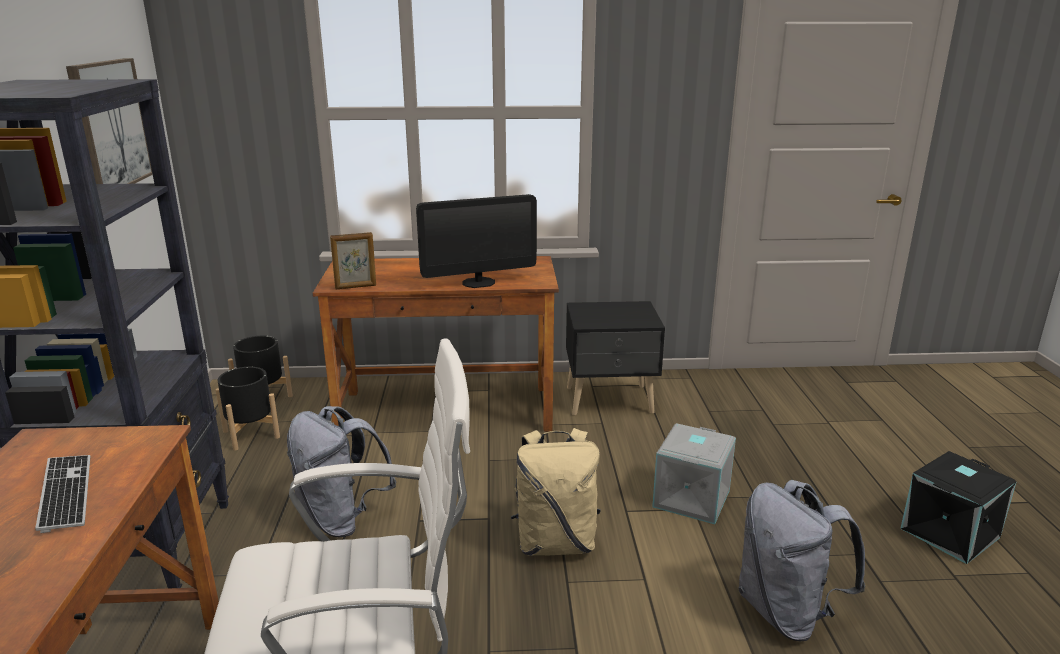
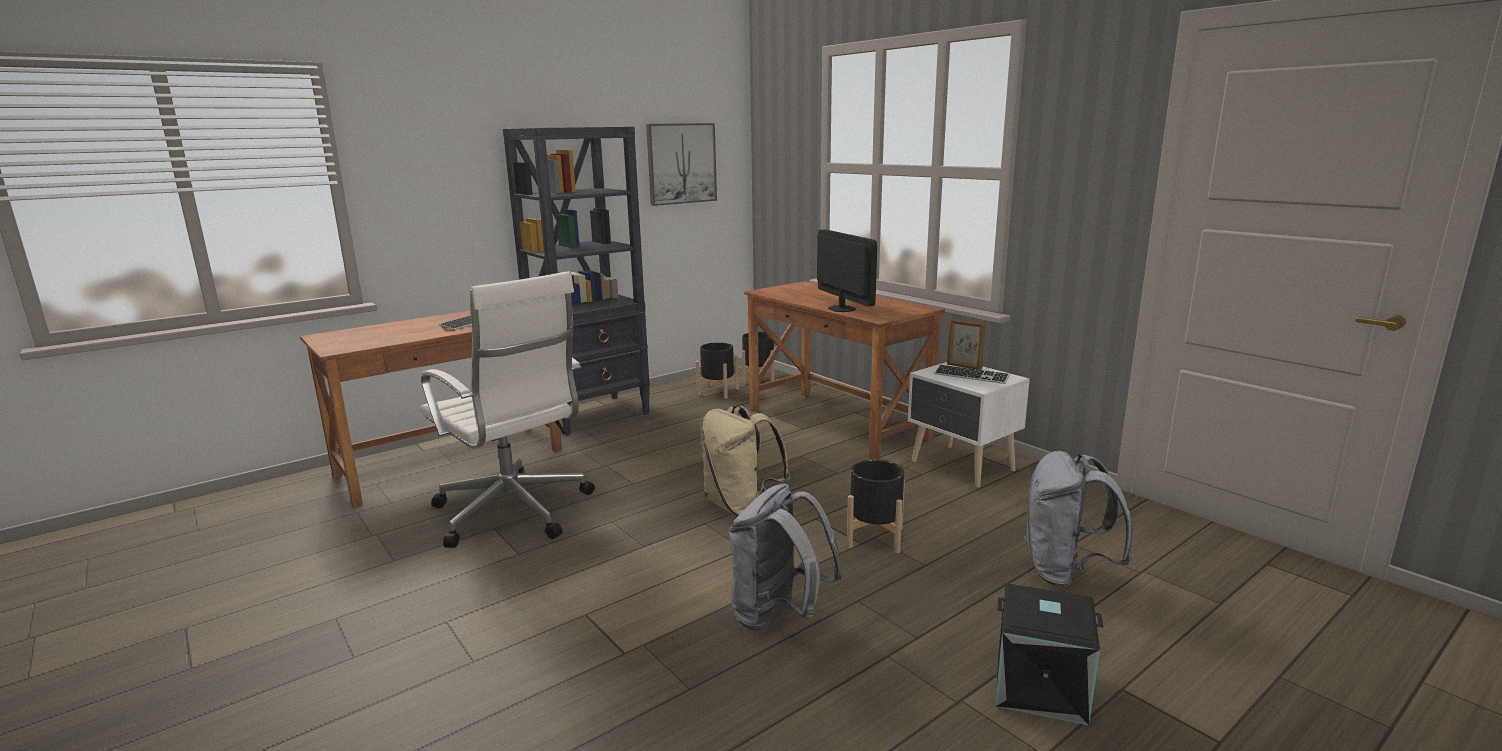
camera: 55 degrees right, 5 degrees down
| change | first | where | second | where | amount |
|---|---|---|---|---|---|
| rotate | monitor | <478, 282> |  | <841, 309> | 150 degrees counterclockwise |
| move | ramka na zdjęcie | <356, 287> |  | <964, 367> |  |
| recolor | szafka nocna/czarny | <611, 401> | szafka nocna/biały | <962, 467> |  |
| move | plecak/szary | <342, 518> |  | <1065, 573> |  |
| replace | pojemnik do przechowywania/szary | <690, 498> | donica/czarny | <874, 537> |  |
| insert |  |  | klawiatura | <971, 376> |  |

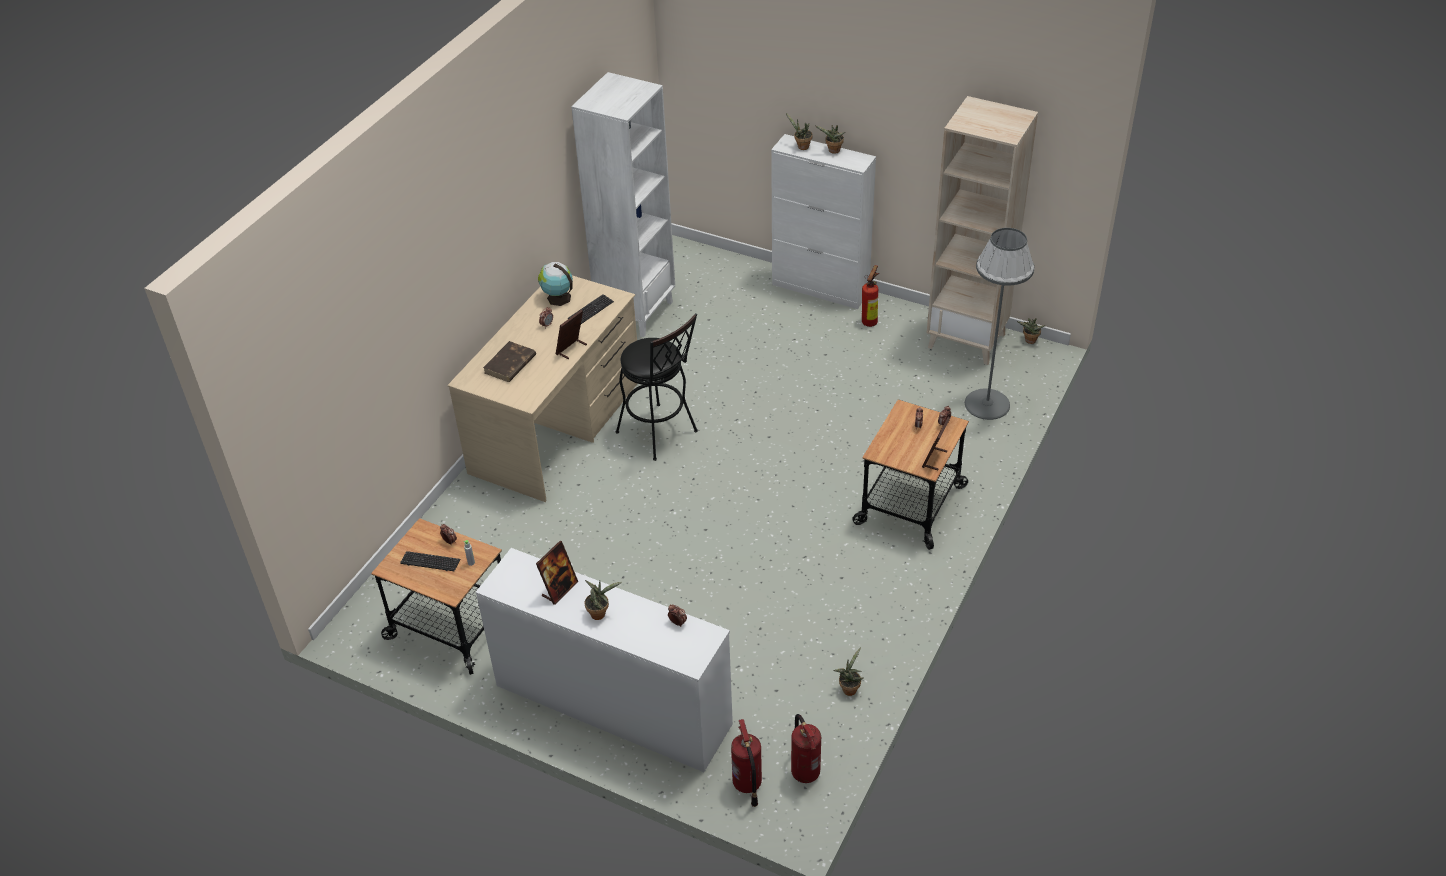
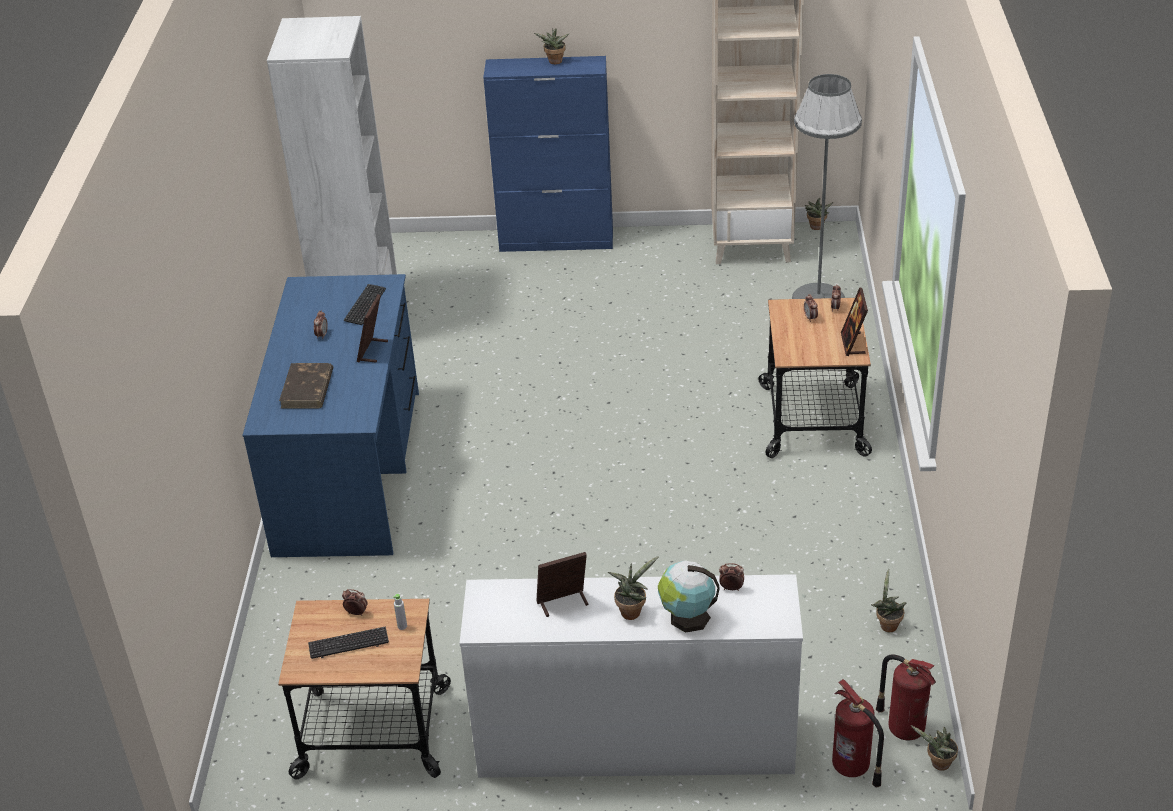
camera: 25 degrees left, 5 degrees down
| change | first | where | second | where | amount |
|---|---|---|---|---|---|
| move | roślina doniczkowa | <801, 147> |  | <938, 764> |  |
| recolor | szafka/biały | <820, 288> | szafka/niebieski | <557, 240> |  |
| move | globus | <557, 298> |  | <687, 617> |  |
| delete | gaśnica | <870, 321> |  |  |  |
| recolor | biurko/beżowy | <557, 427> | biurko/niebieski | <350, 470> |  |
| delete | stołek/czarny | <661, 435> |  |  |  |
| rotate | ramka na zdjęcie | <559, 589> |  | <563, 603> | 120 degrees counterclockwise |

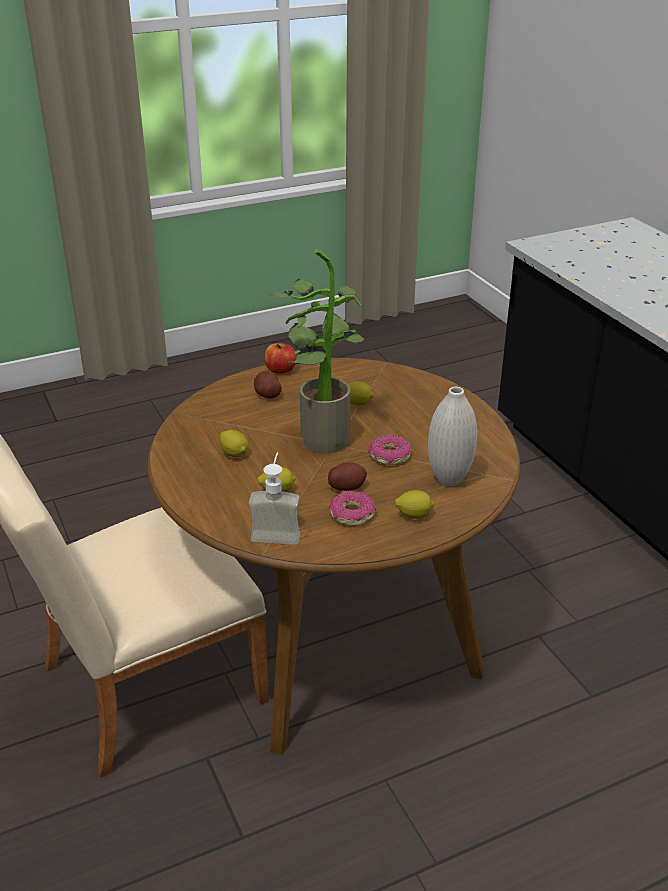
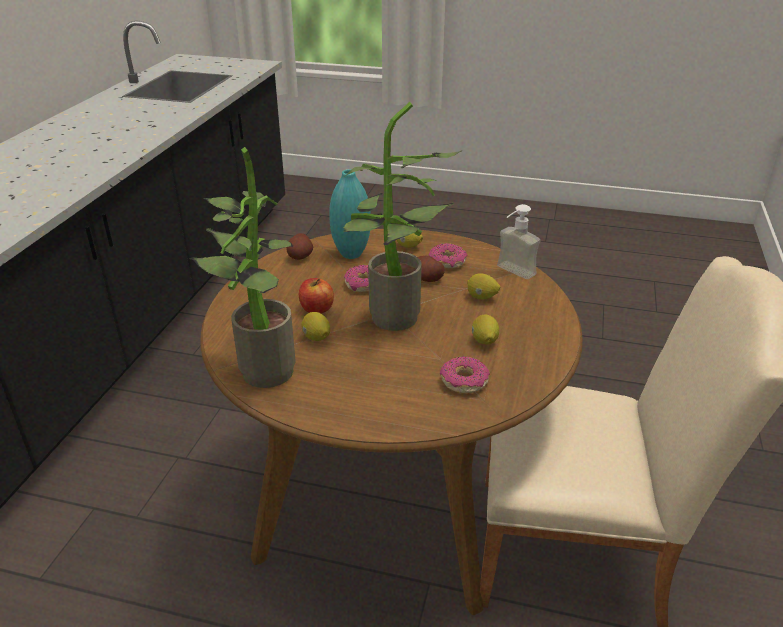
camera: 140 degrees left, 0 degrees up
| change | first | where | second | where | amount |
|---|---|---|---|---|---|
| move | jabłko | <281, 370> |  | <316, 309> |  |
| move | ziemniak | <267, 394> |  | <300, 256> |  |
| recolor | wazon/biały | <449, 479> | wazon/turkusowy | <351, 254> |  |
| insert |  |  | roślina doniczkowa | <259, 370> |  |
| insert |  |  | donut | <464, 381> |  |

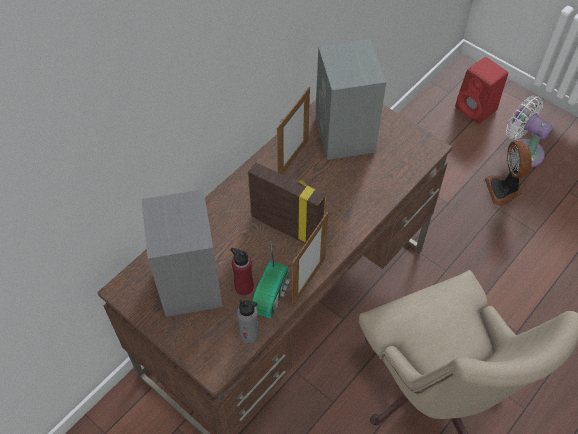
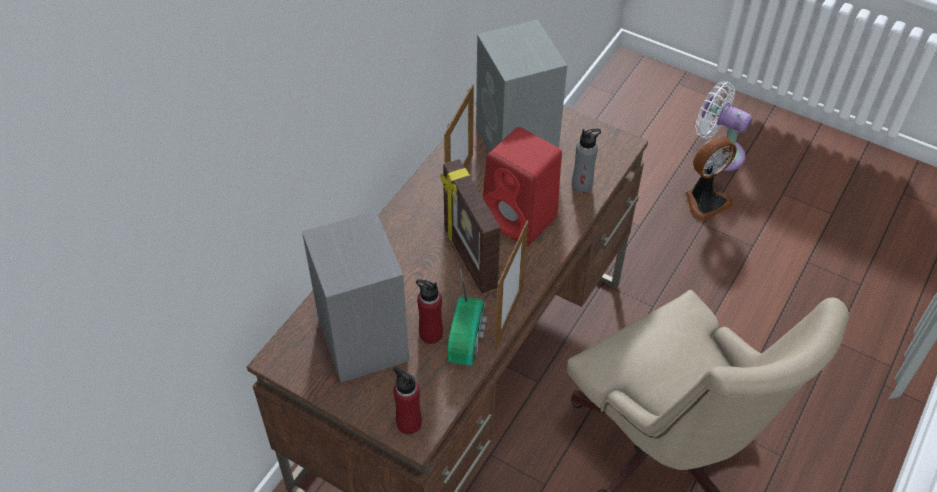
camera: 10 degrees left, 5 degrees down
| change | first | where | second | where | amount |
|---|---|---|---|---|---|
| move | głośnik/czerwony | <477, 109> |  | <522, 219> |  |
| rotate | wentylator | <504, 189> |  | <705, 201> | 105 degrees counterclockwise |
| rotate | ramka na zdjęcie | <287, 227> |  | <468, 258> | 135 degrees counterclockwise |
| move | butelka/szary | <249, 335> |  | <582, 185> |  |
| insert |  |  | butelka/czerwony | <409, 423> |  |

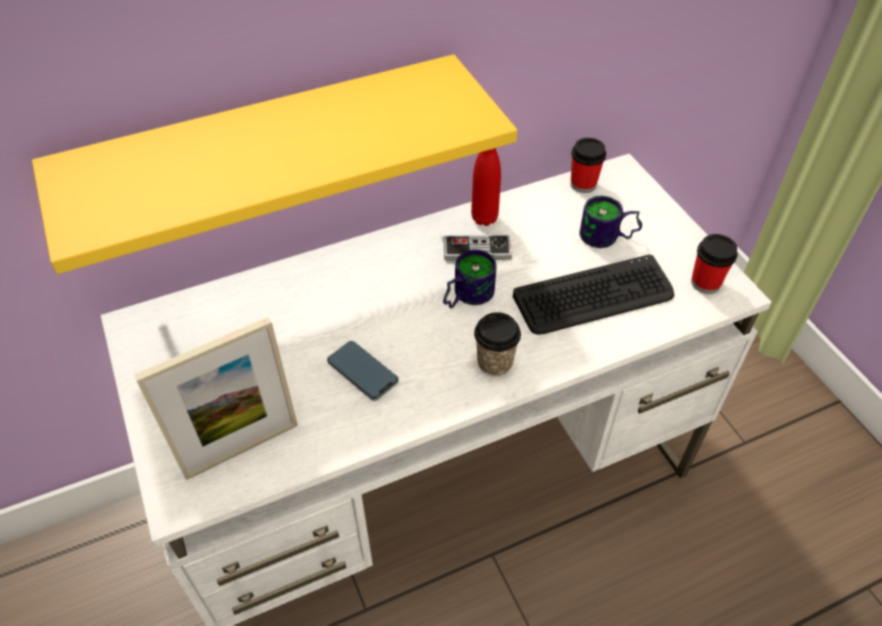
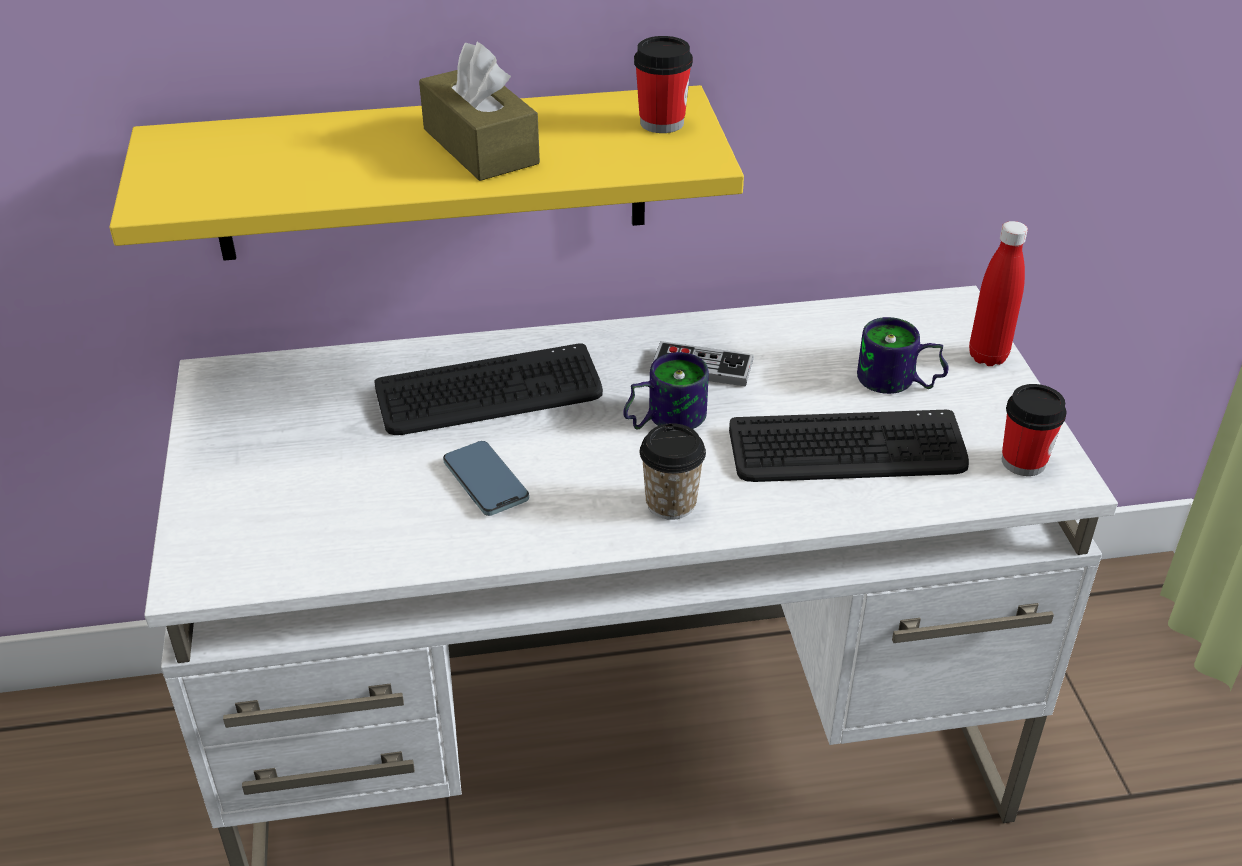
camera: 15 degrees right, 10 degrees down
| change | first | where | second | where | amount |
|---|---|---|---|---|---|
| move | filiżanka | <583, 184> |  | <662, 123> |  |
| move | butelka/czerwony | <484, 218> |  | <987, 356> |  |
| delete | ramka na zdjęcie | <242, 449> |  |  |  |
| insert |  |  | pudełko chusteczek/brązowy | <480, 146> |  |
| insert |  |  | klawiatura | <489, 393> |  |

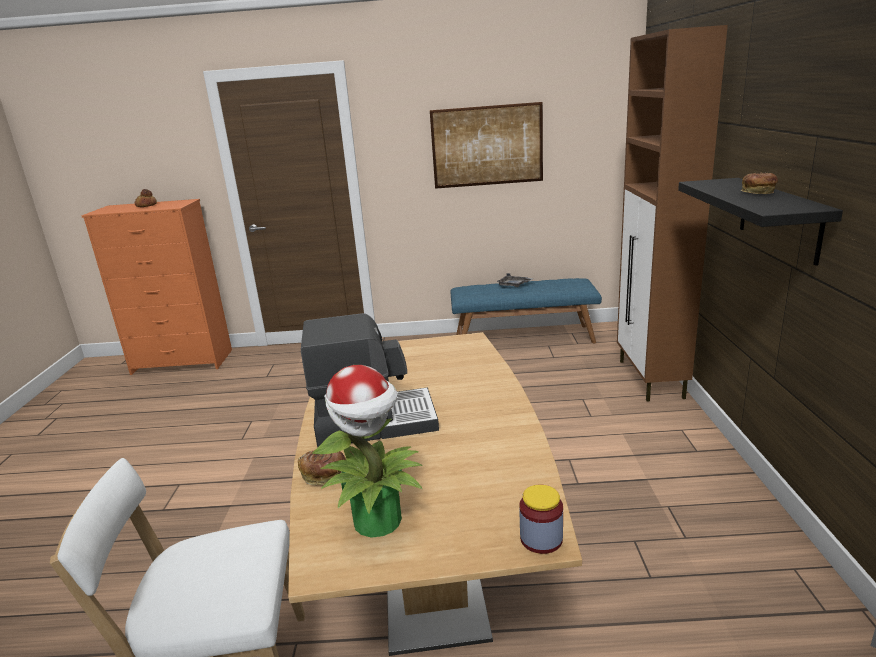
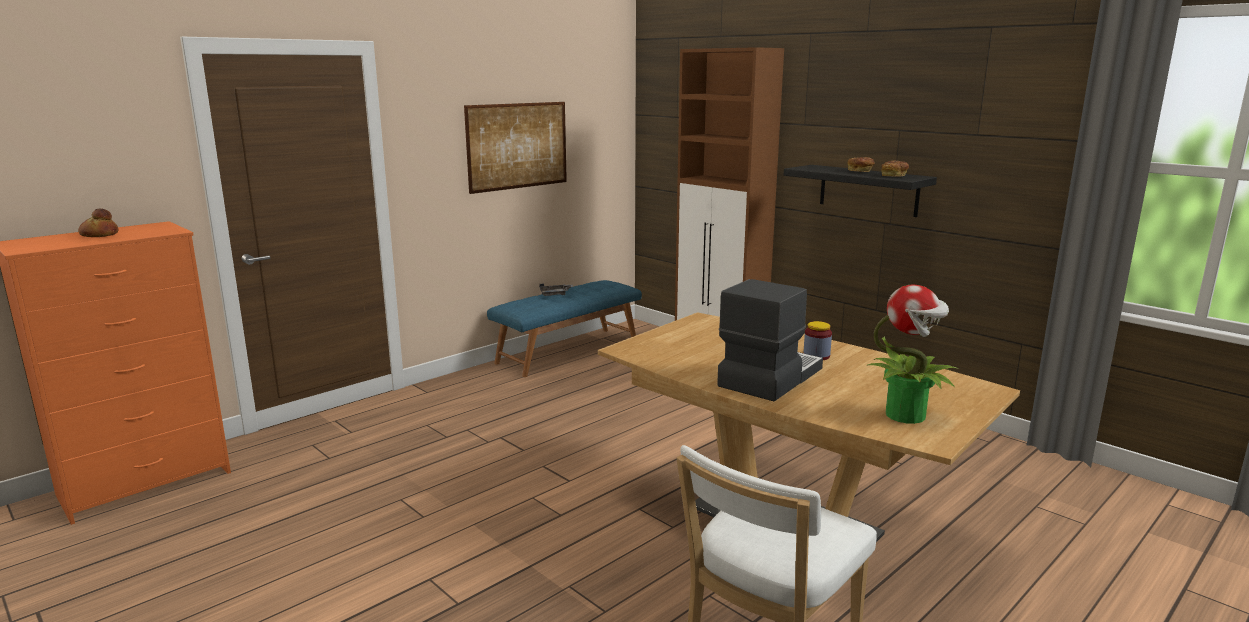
camera: 45 degrees left, 5 degrees down
| change | first | where | second | where | amount |
|---|---|---|---|---|---|
| move | chleb | <324, 475> |  | <894, 176> |  |
| move | słoik | <541, 539> |  | <816, 356> |  |

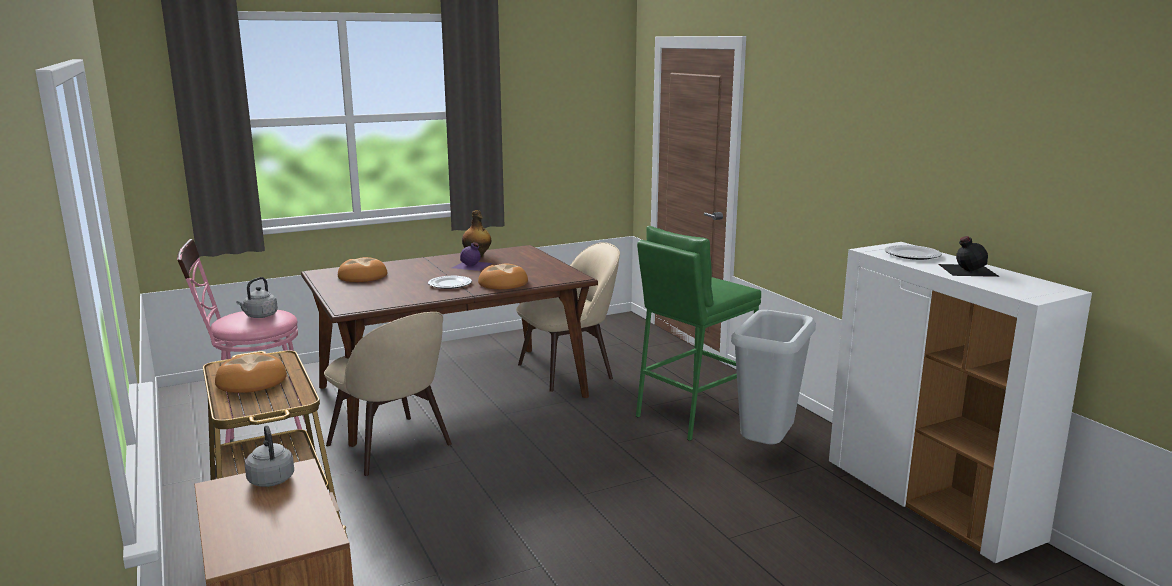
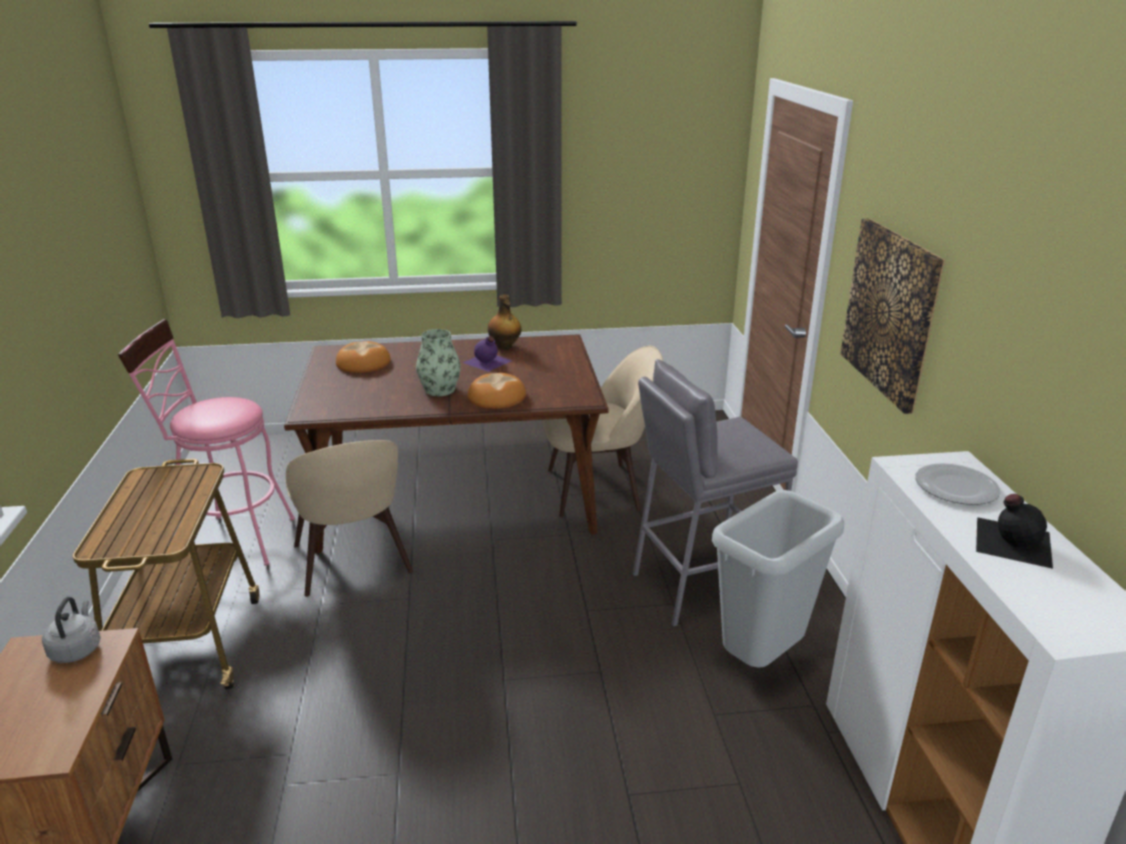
camera: 20 degrees right, 10 degrees up
| change | first | where | second | where | amount |
|---|---|---|---|---|---|
| recolor | stołek/zielony | <692, 414> | stołek/szary | <701, 585> |  |
| replace | talerz | <450, 284> | wazon | <440, 390> |  |
| delete | czajnik/szary | <260, 316> |  |  |  |
| delete | chleb | <250, 381> |  |  |  |
| insert |  |  | obraz | <890, 312> |  |

